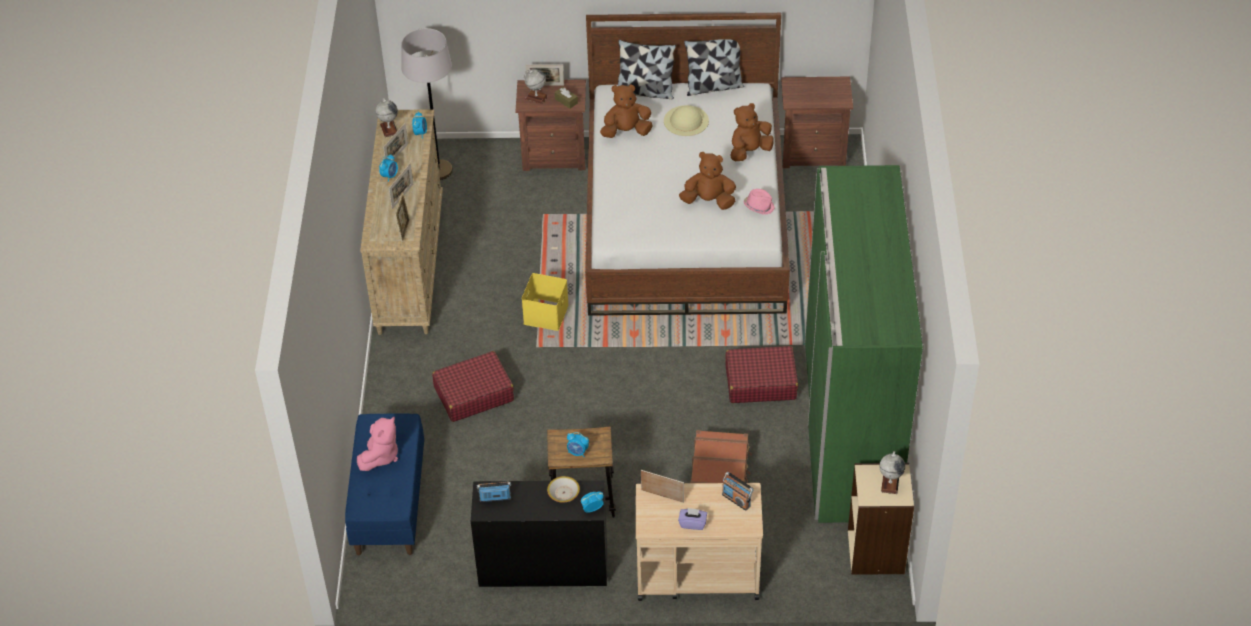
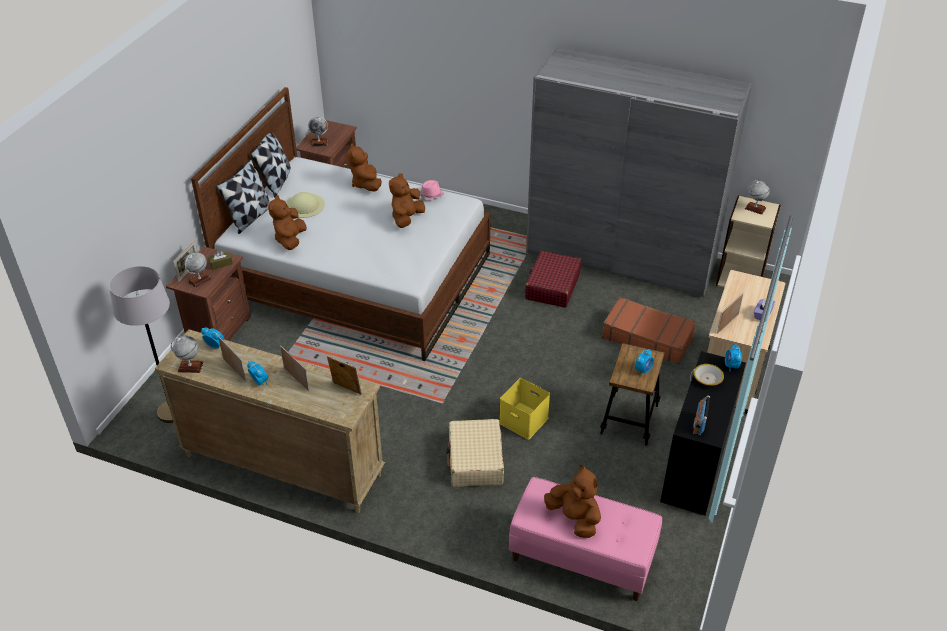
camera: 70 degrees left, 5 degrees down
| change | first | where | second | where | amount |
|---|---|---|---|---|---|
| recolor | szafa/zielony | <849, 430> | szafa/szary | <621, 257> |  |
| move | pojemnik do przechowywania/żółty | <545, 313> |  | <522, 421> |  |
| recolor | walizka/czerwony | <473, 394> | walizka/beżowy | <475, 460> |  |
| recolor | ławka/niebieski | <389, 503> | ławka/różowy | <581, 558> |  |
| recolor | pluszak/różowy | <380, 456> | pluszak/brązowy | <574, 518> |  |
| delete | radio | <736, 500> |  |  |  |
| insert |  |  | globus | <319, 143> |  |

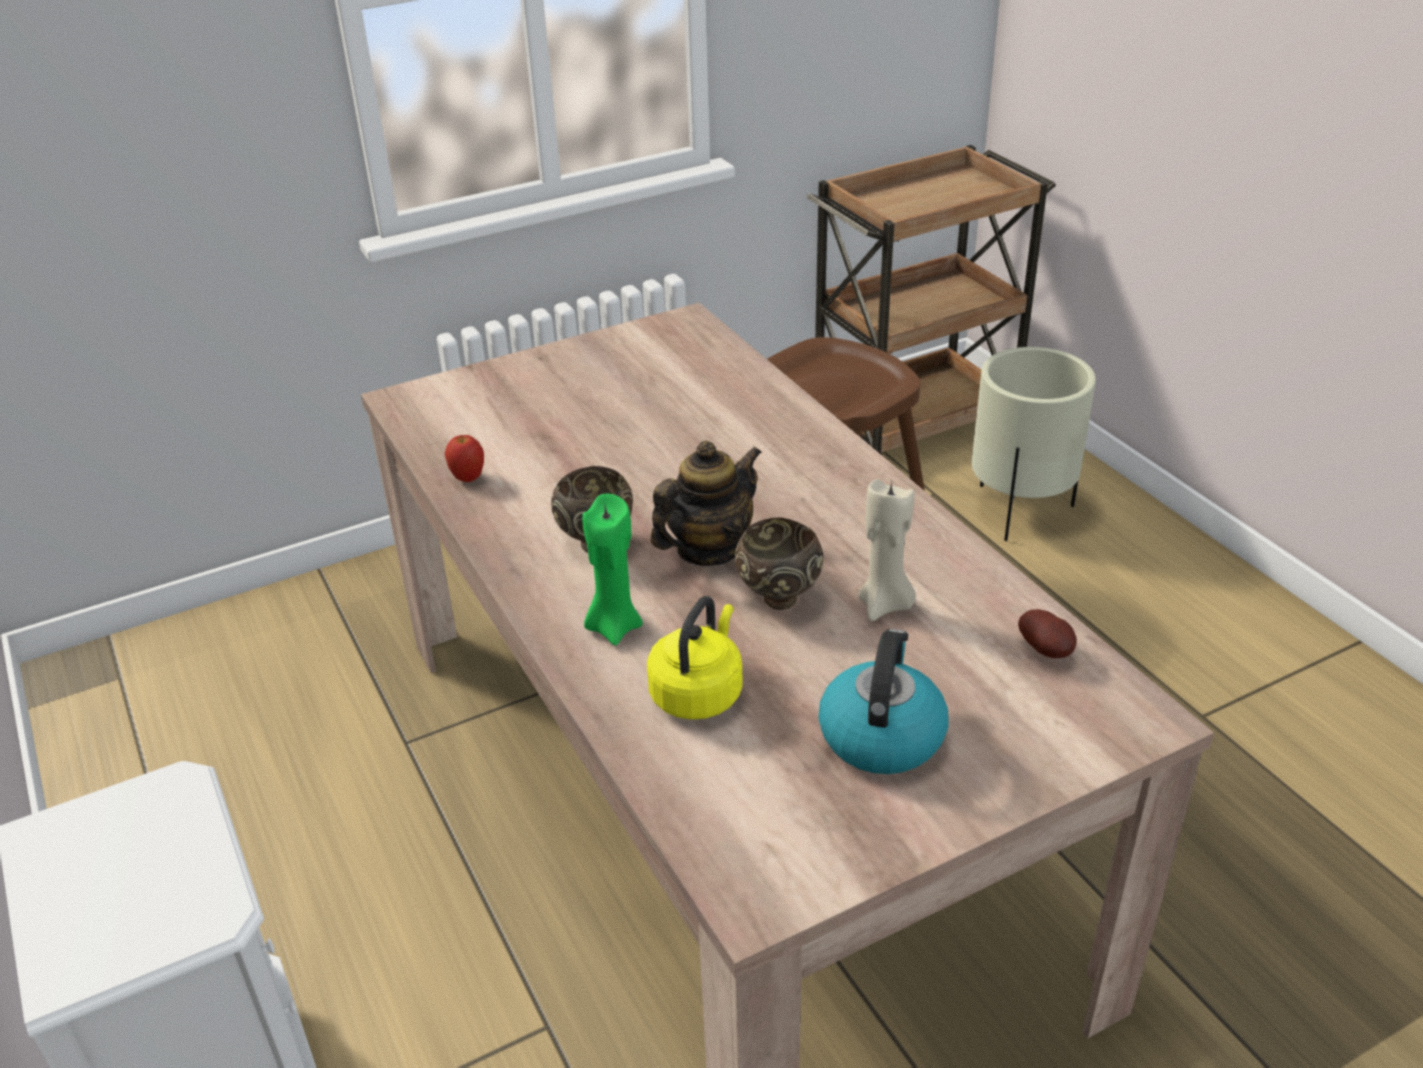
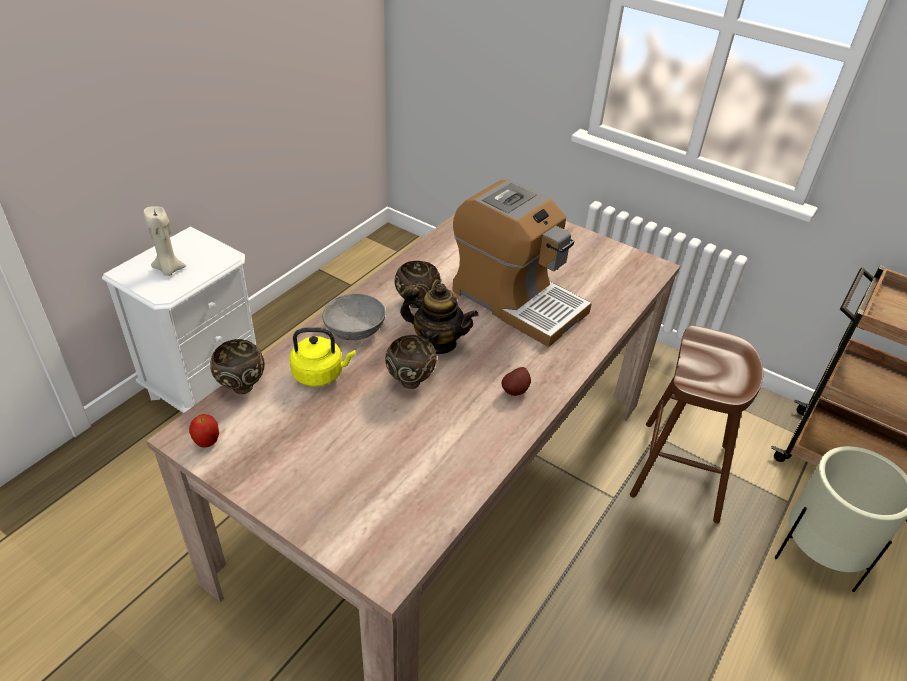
camera: 60 degrees right, 5 degrees up
| change | first | where | second | where | amount |
|---|---|---|---|---|---|
| move | jabłko | <468, 478> |  | <207, 442> |  |
| move | świeca/beżowy | <885, 605> |  | <169, 270> |  |
| replace | świeca/zielony | <614, 626> | miska/szary | <355, 330> |  |
| move | ziemniak | <1047, 651> |  | <516, 391> |  |
| delete | czajnik | <881, 735> |  |  |  |
| insert |  |  | ekspres do kawy | <517, 301> |  |
| insert |  |  | miska/brązowy | <241, 386> |  |

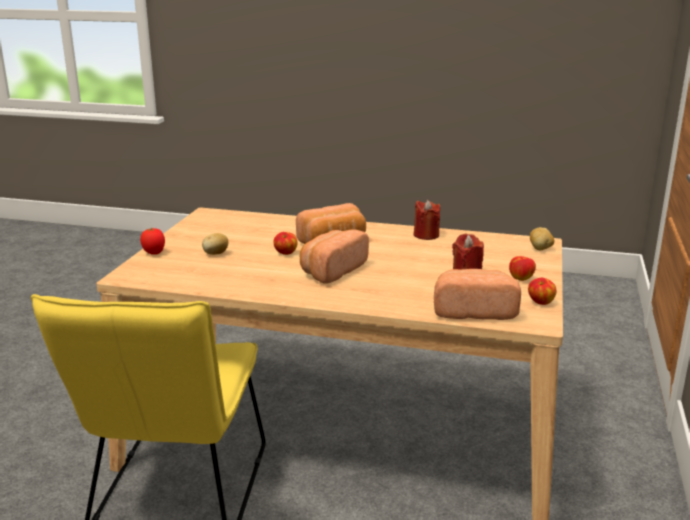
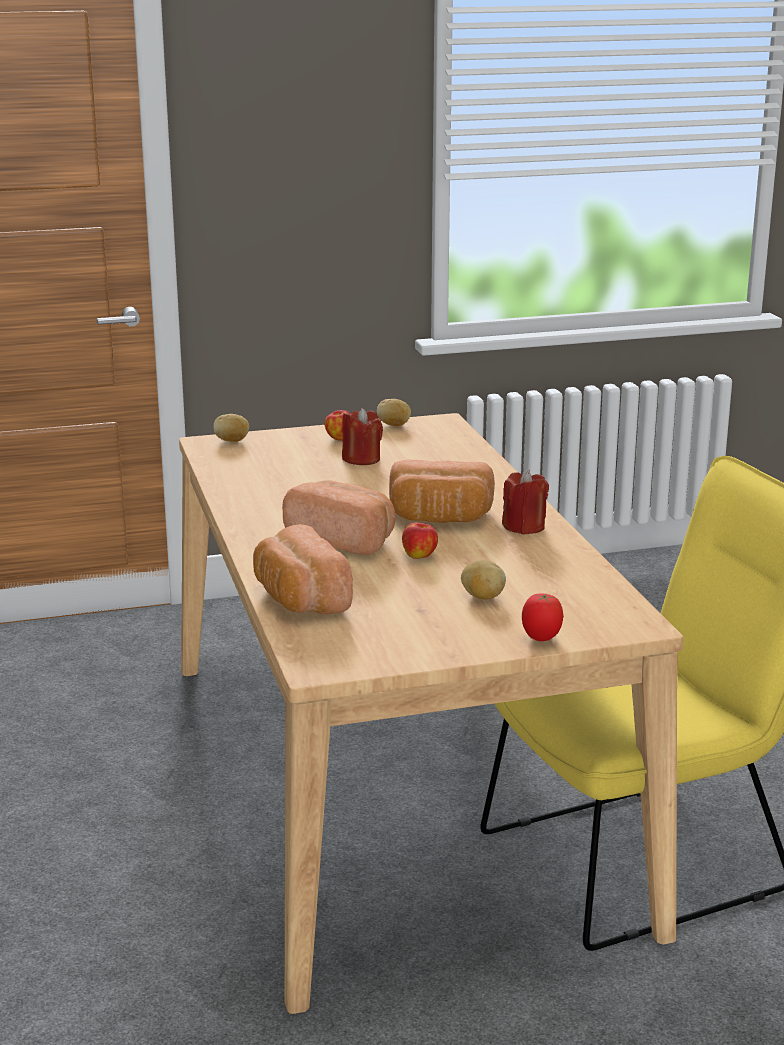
camera: 120 degrees left, 0 degrees up
| change | first | where | second | where | amount |
|---|---|---|---|---|---|
| move | świeca/czerwony | <426, 235> |  | <524, 527> |  |
| move | chleb | <474, 311> |  | <298, 599> |  |
| replace | jabłko | <540, 302> | ziemniak | <394, 425> |  |

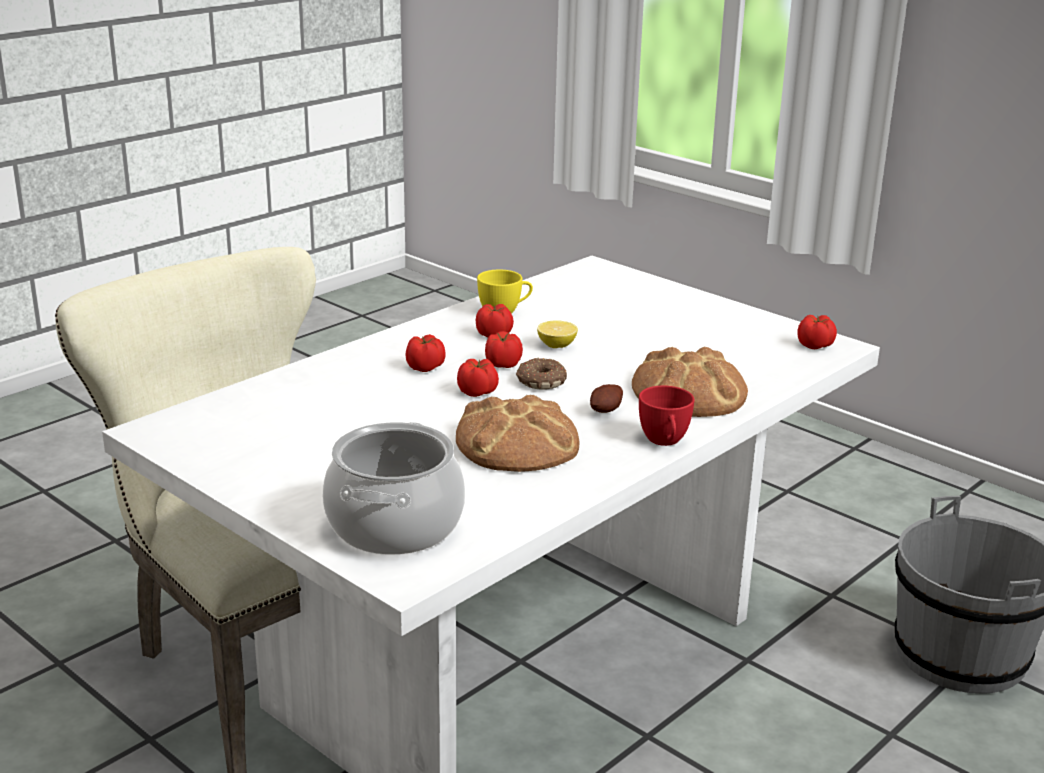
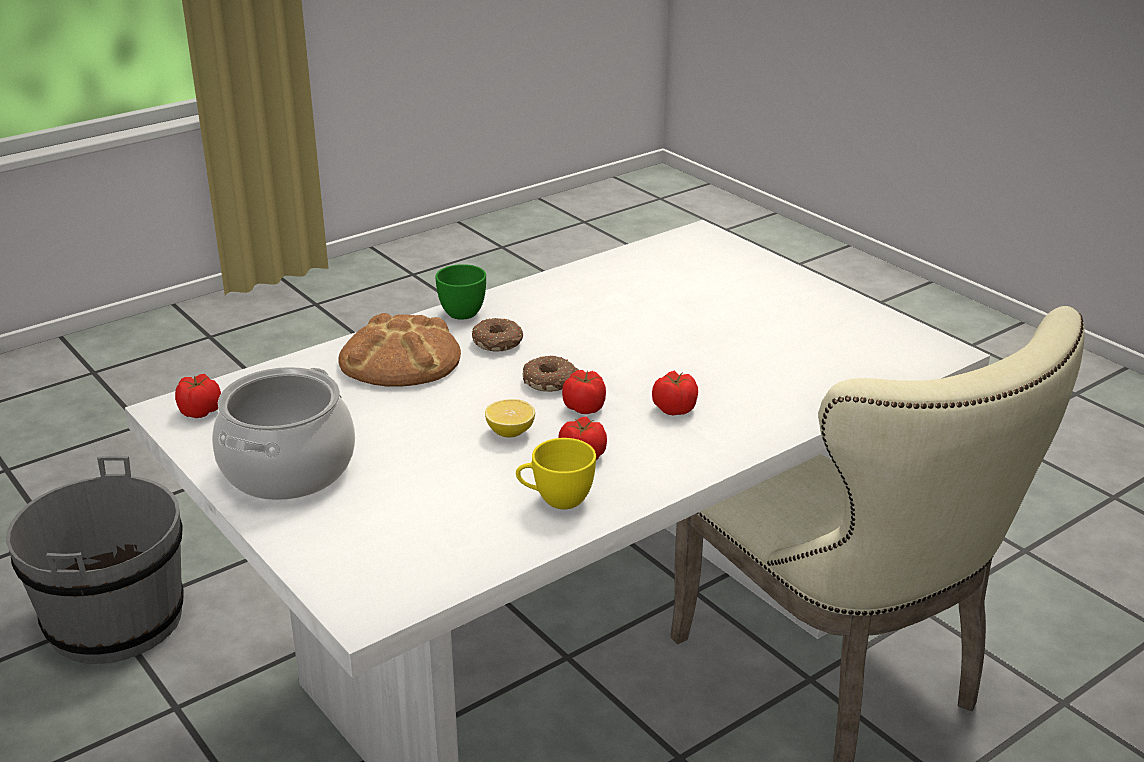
camera: 170 degrees left, 5 degrees up
| change | first | where | second | where | amount |
|---|---|---|---|---|---|
| delete | pomidor | <478, 392> |  |  |  |
| replace | ziemniak | <607, 411> | donut | <498, 343> |  |
| recolor | filiżanka/czerwony | <665, 442> | filiżanka/zielony | <463, 310> |  |
| delete | chleb | <516, 443> |  |  |  |
| move | garnek | <396, 525> |  | <287, 468> |  |

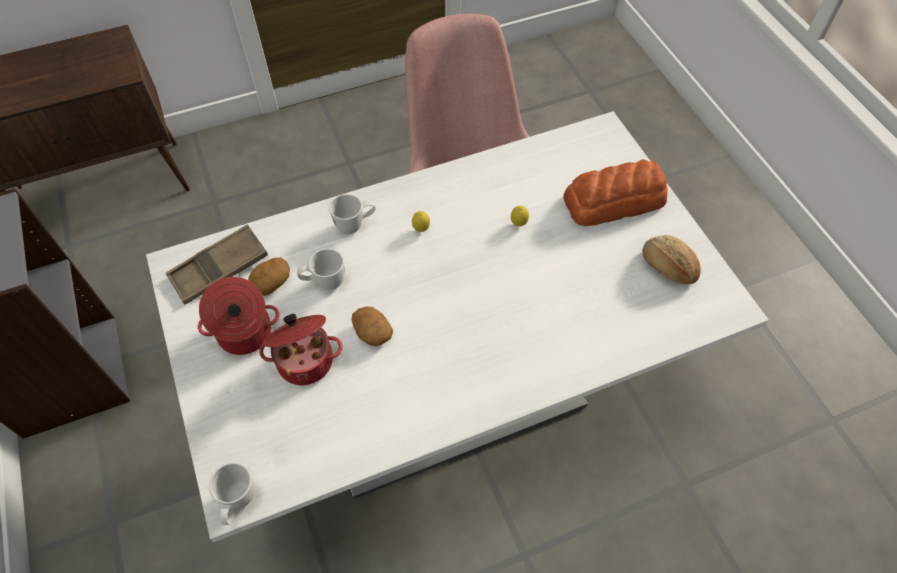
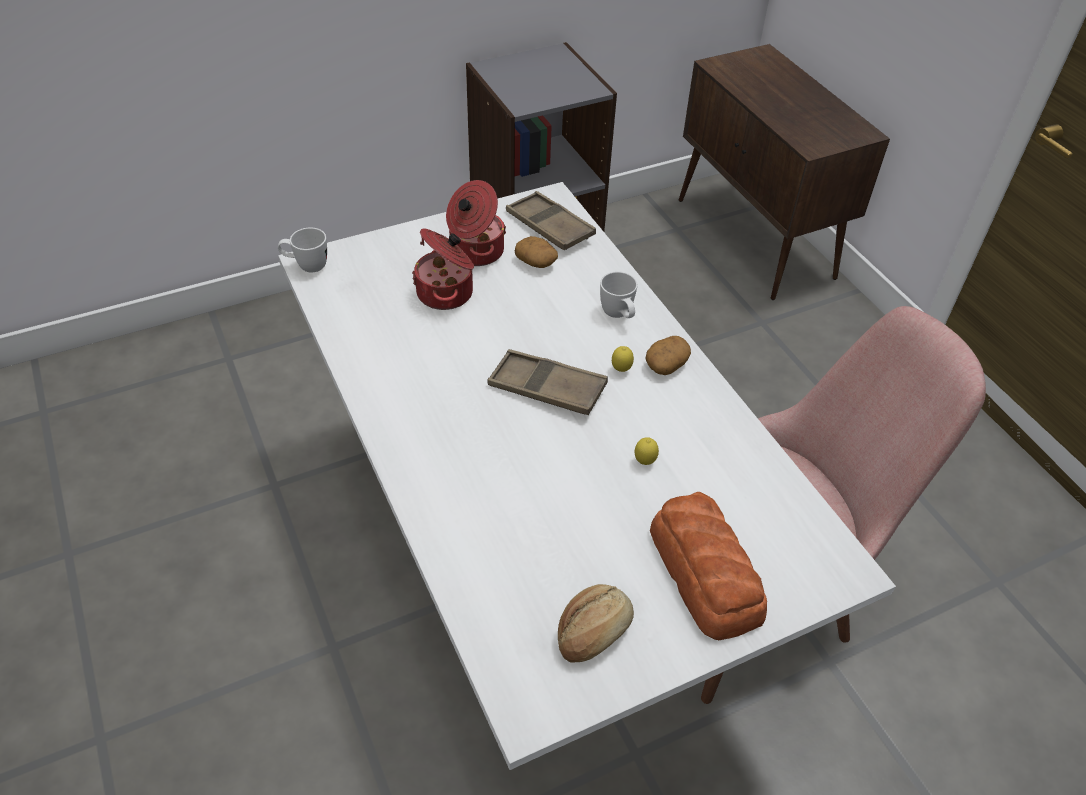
camera: 85 degrees right, 10 degrees down
| change | first | where | second | where | amount |
|---|---|---|---|---|---|
| delete | kubek/biały | <324, 283> |  |  |  |
| move | ziemniak | <372, 332> |  | <666, 364> |  |
| insert |  |  | taca/brązowy | <547, 388> |  |

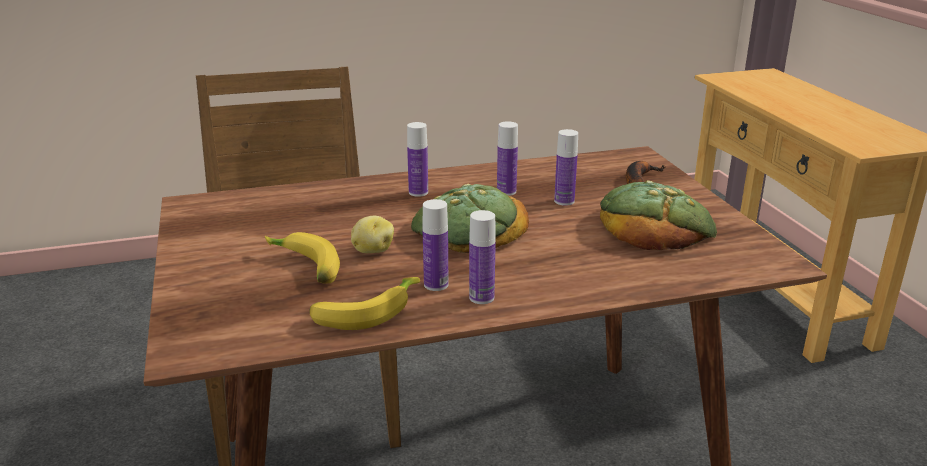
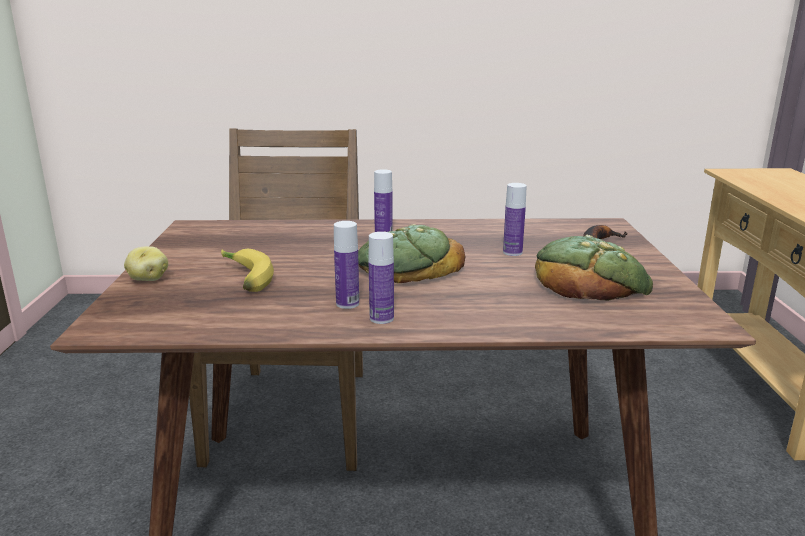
camera: 15 degrees right, 5 degrees down
| change | first | where | second | where | amount |
|---|---|---|---|---|---|
| delete | butelka | <506, 192> |  |  |  |
| move | ziemniak | <372, 250> |  | <148, 279> |  |
| delete | banan | <365, 312> |  |  |  |

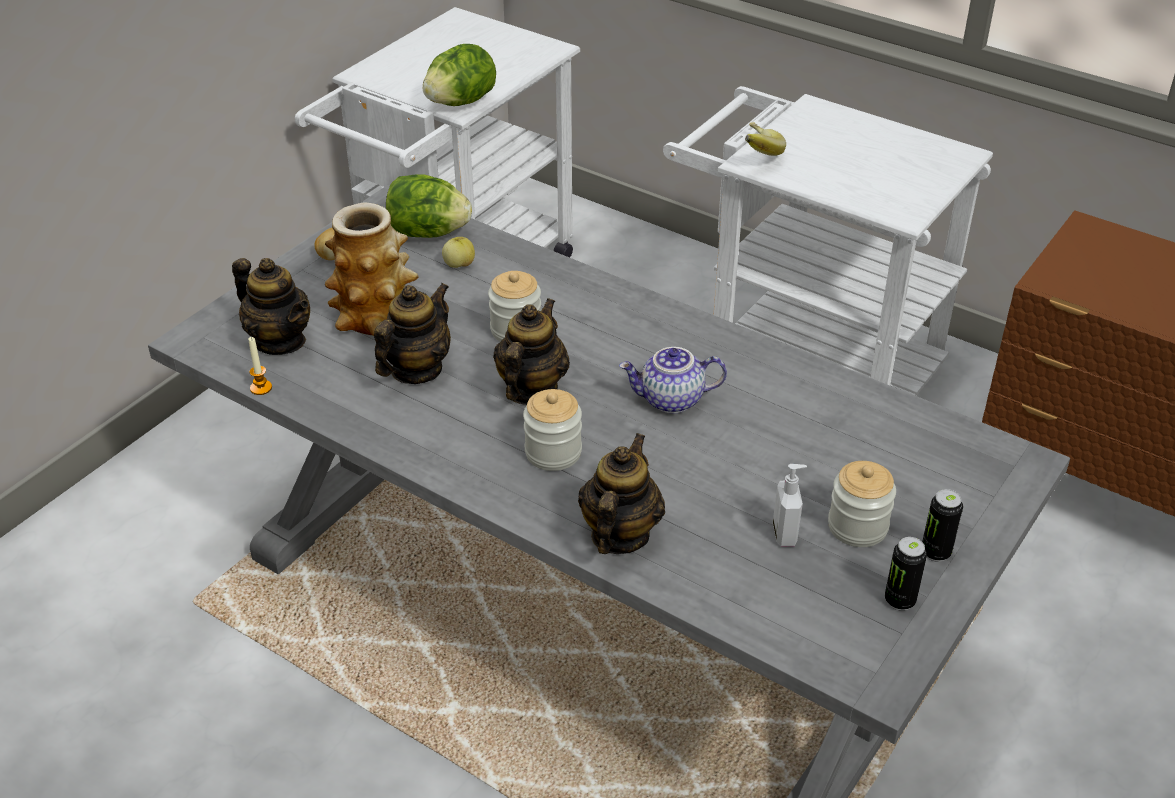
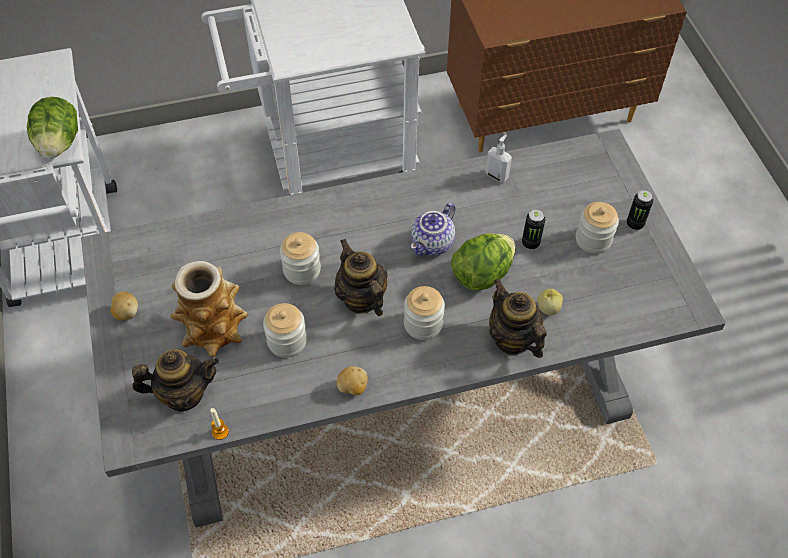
camera: 50 degrees left, 15 degrees up
| change | first | where | second | where | amount |
|---|---|---|---|---|---|
| delete | banan | <756, 153> |  |  |  |
| move | sałata | <428, 233> |  | <481, 274> |  |
| move | jabłko | <459, 265> |  | <548, 308> |  |
| replace | imbryk | <416, 370> | słoik | <287, 341> |  |
| move | dozownik mydła | <785, 534> |  | <497, 175> |  |
| move | puszka | <899, 600> |  | <530, 243> |  |
| insert |  |  | ziemniak | <352, 387> |  |

